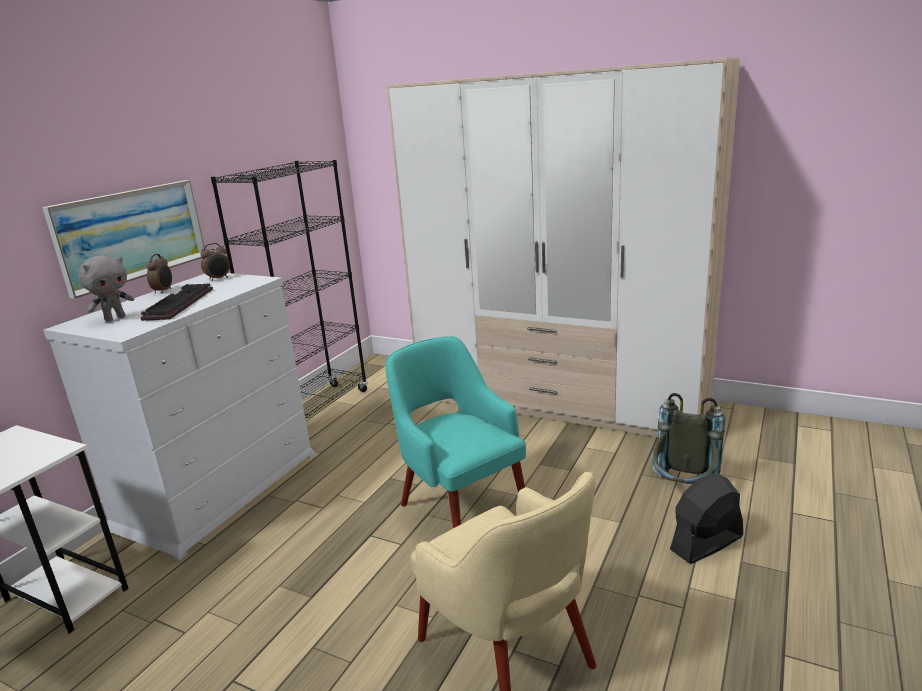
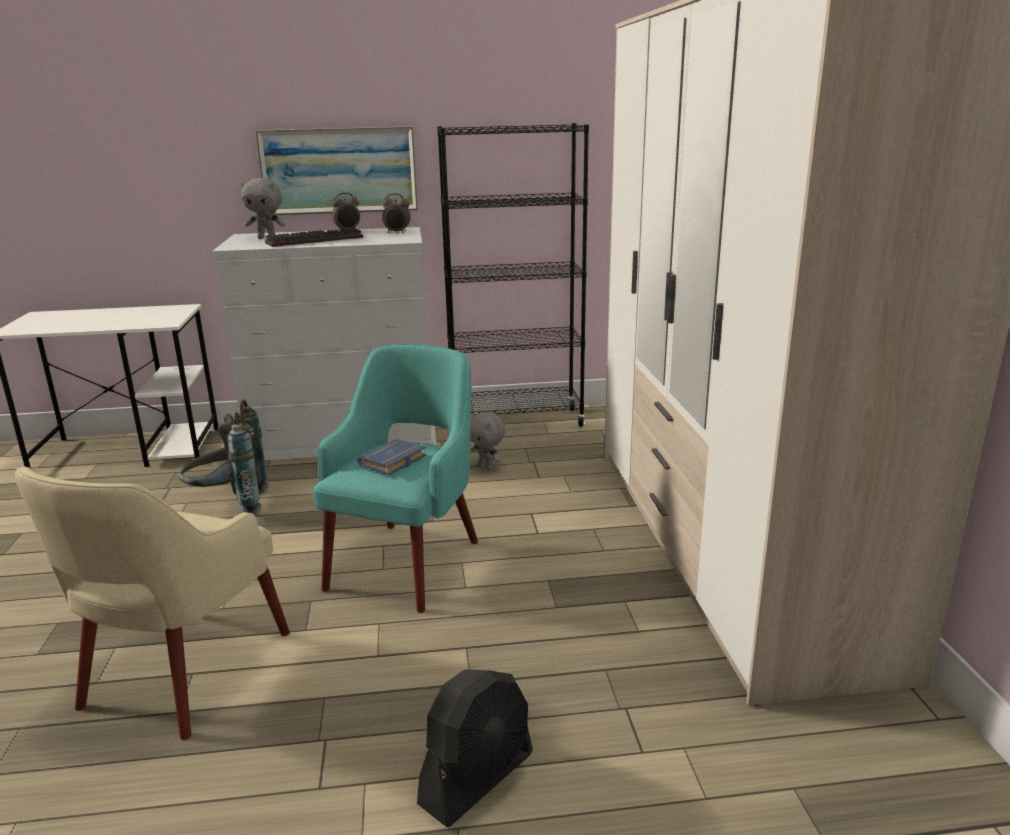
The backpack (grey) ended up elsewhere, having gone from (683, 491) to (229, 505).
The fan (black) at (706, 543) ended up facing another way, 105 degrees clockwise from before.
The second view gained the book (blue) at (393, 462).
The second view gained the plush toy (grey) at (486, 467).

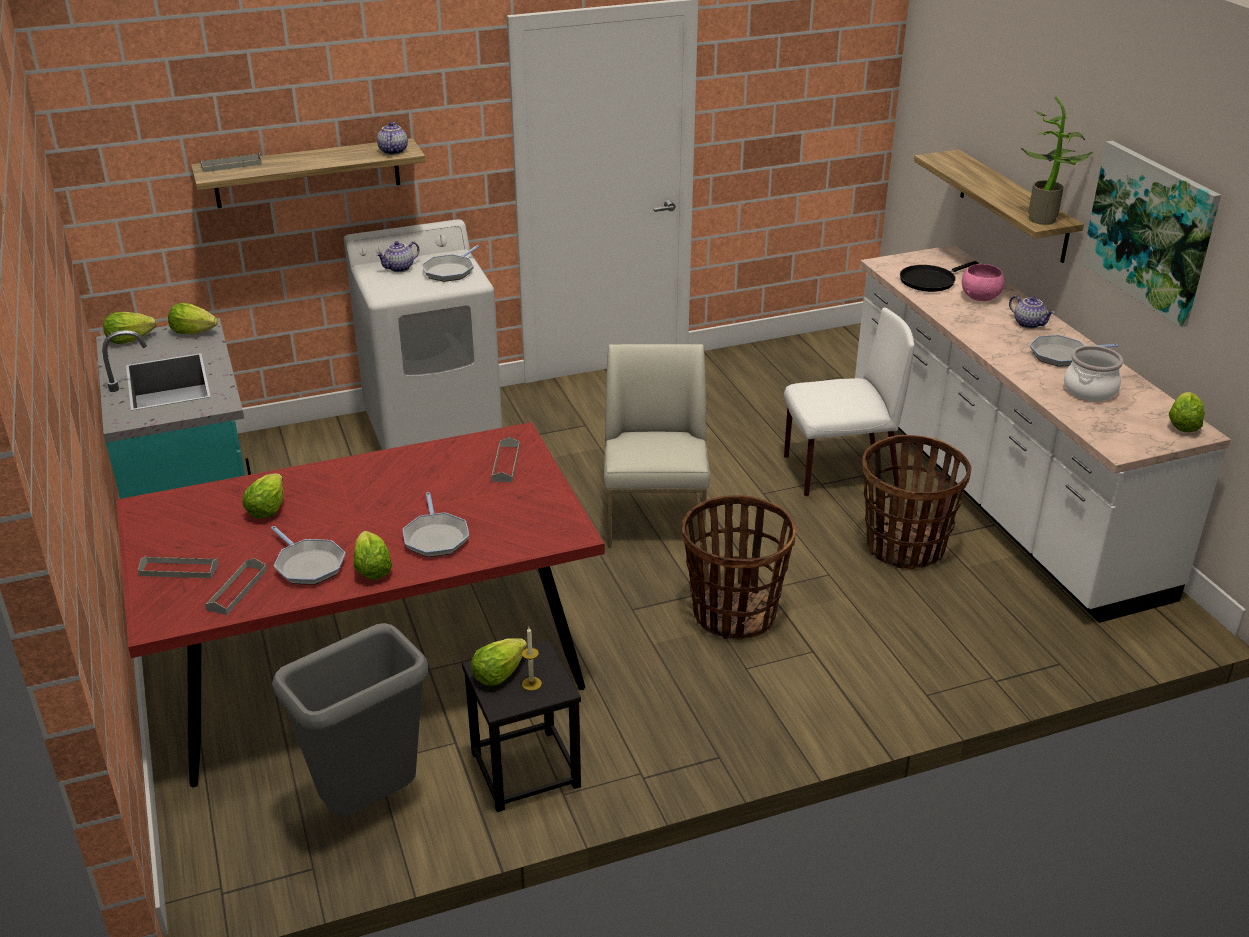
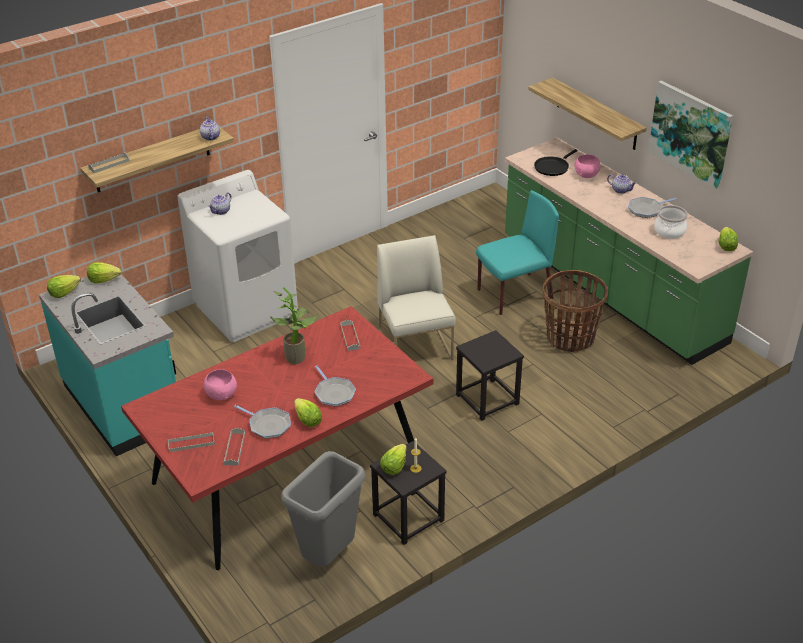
Where the lettuce stood at (267, 509), the bowl (pink) came to stand at (221, 394).
The second view lost the frying pan at (450, 271).
Where the basket stood at (733, 614), the stool (black) came to stand at (487, 400).
What was the chair (white) at (838, 472) turned into the chair (turquoise) at (514, 294).
What was the counter (white) at (995, 490) turned into the counter (green) at (609, 290).
The potted plant ended up elsewhere, having gone from (1045, 218) to (297, 356).

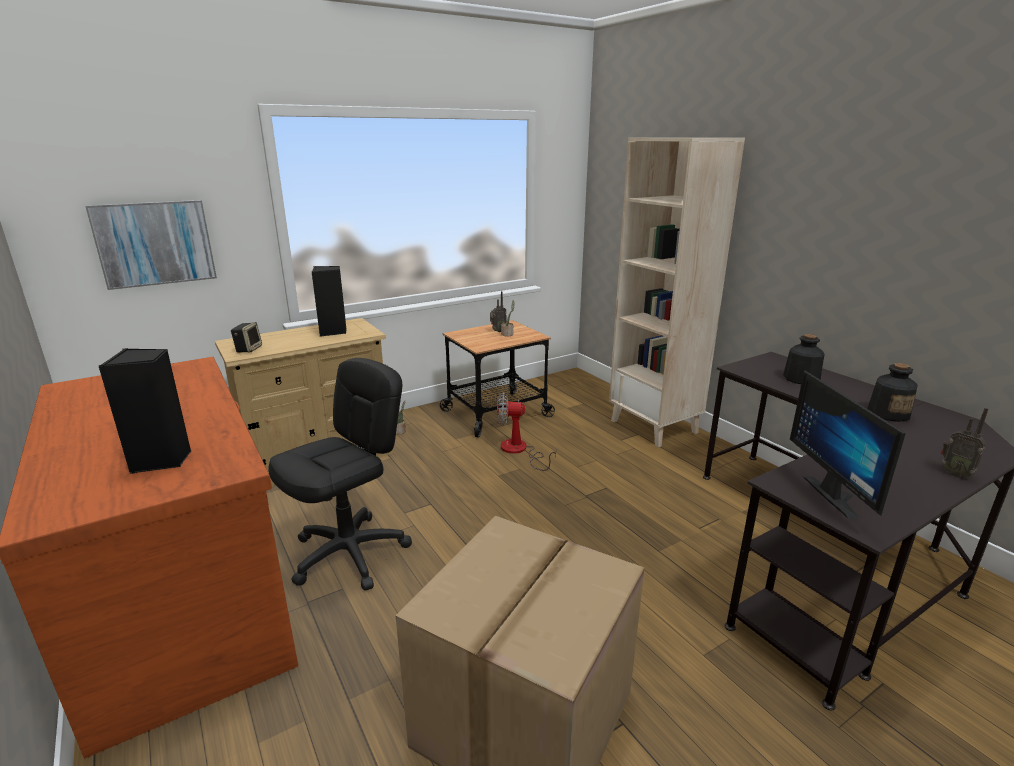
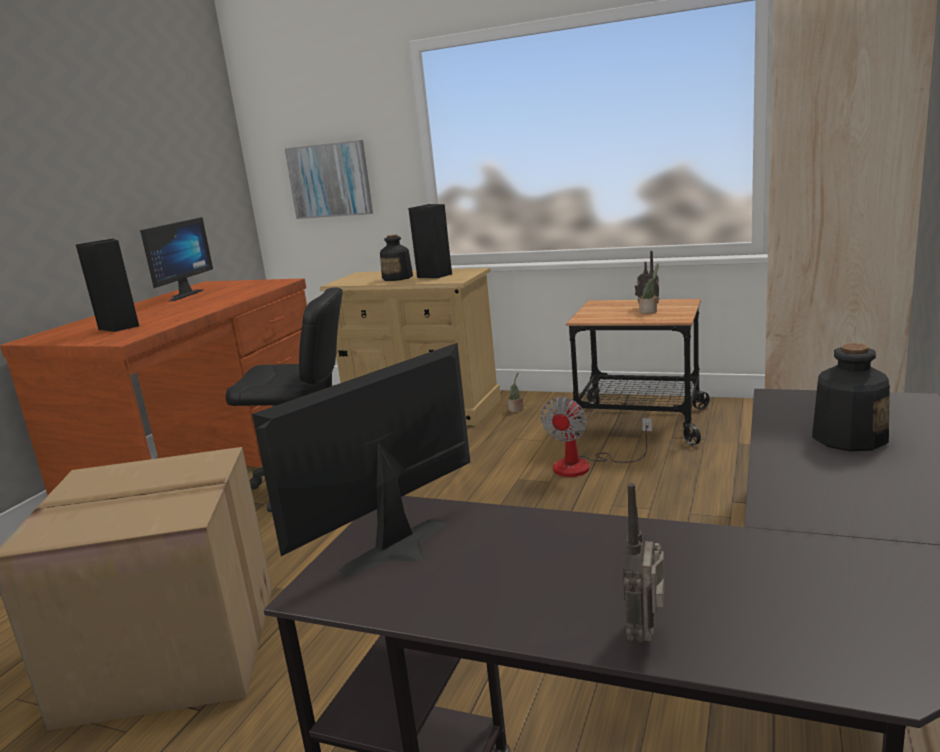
The second view lost the speaker at (248, 349).
The fan at (519, 451) ended up facing another way, 120 degrees counterclockwise from before.
The bottle ended up elsewhere, having gone from (888, 413) to (398, 278).
The second view gained the monitor at (181, 296).

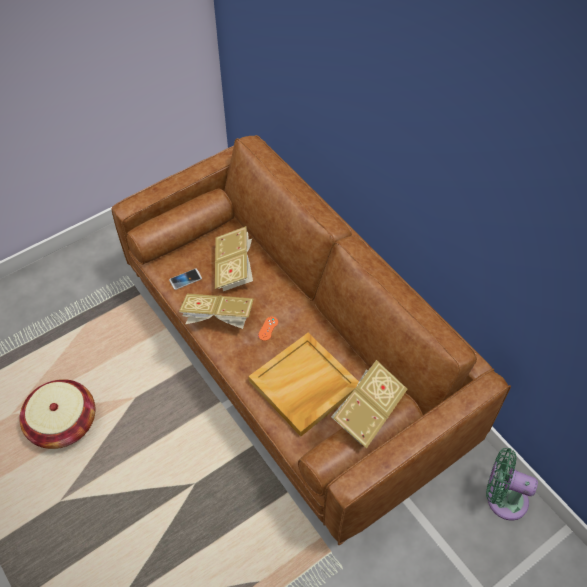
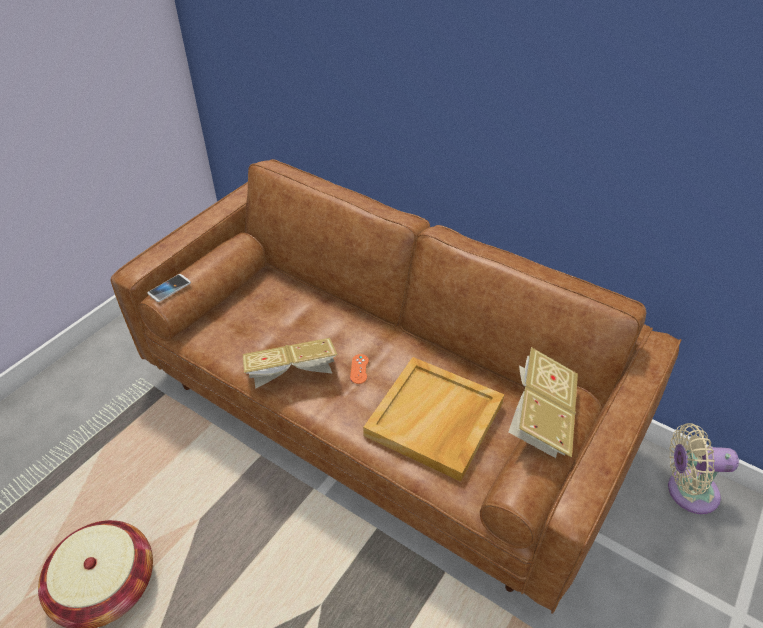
The phone ended up elsewhere, having gone from (185, 279) to (169, 288).
The second view lost the book at (234, 269).
What was the fan (green) at (502, 498) turned into the fan (beige) at (687, 491).

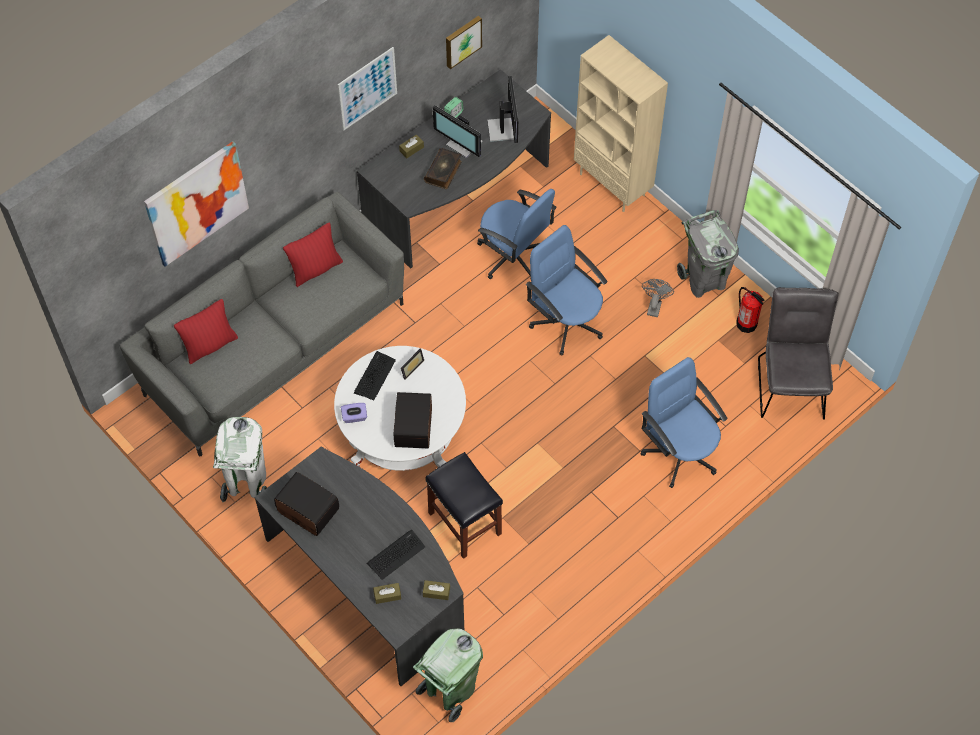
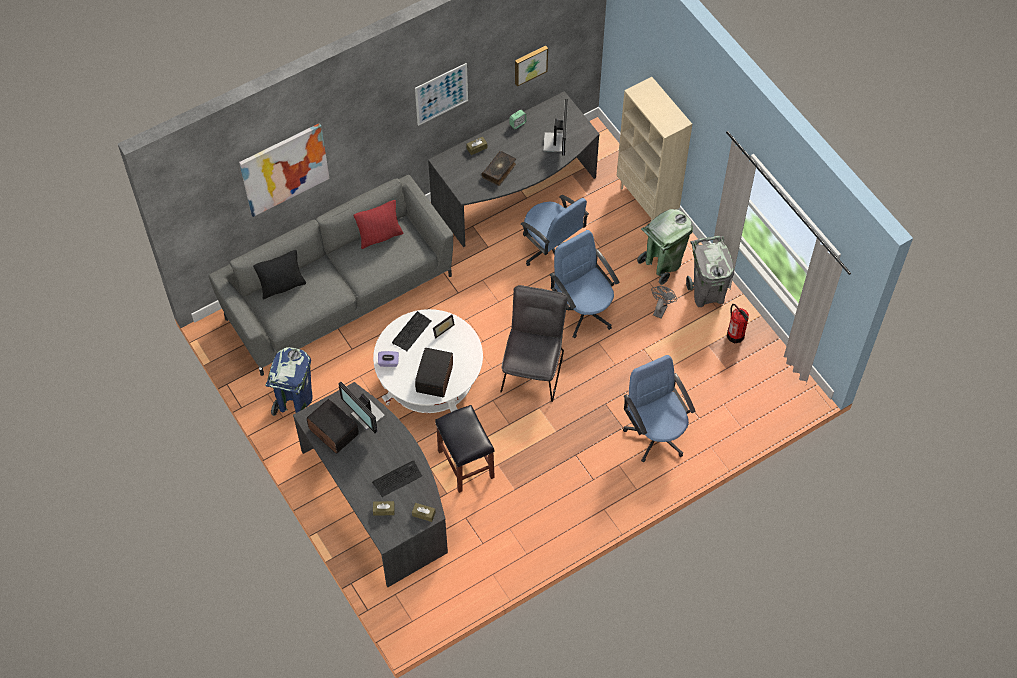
What was the pillow (red) at (210, 345) turned into the pillow (black) at (282, 286).
What was the trash can (white) at (247, 483) turned into the trash can (blue) at (295, 403).
The trash can (green) ended up elsewhere, having gone from (450, 691) to (662, 264).
The monitor ended up elsewhere, having gone from (463, 145) to (367, 416).
The chair (grey) ended up elsewhere, having gone from (790, 382) to (533, 367).

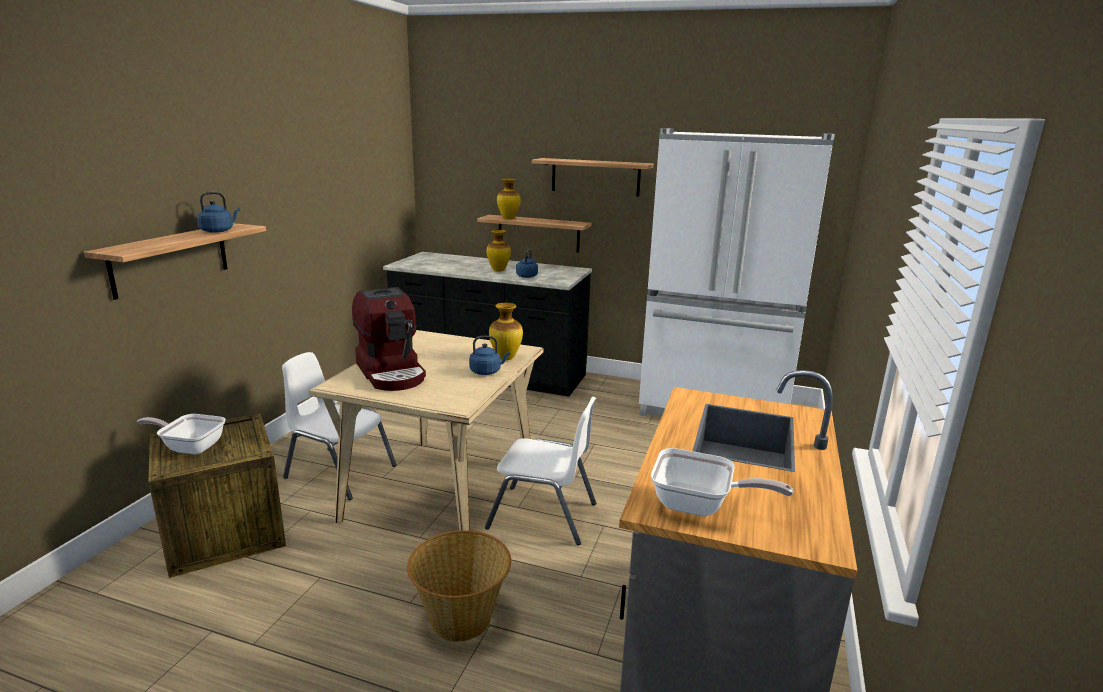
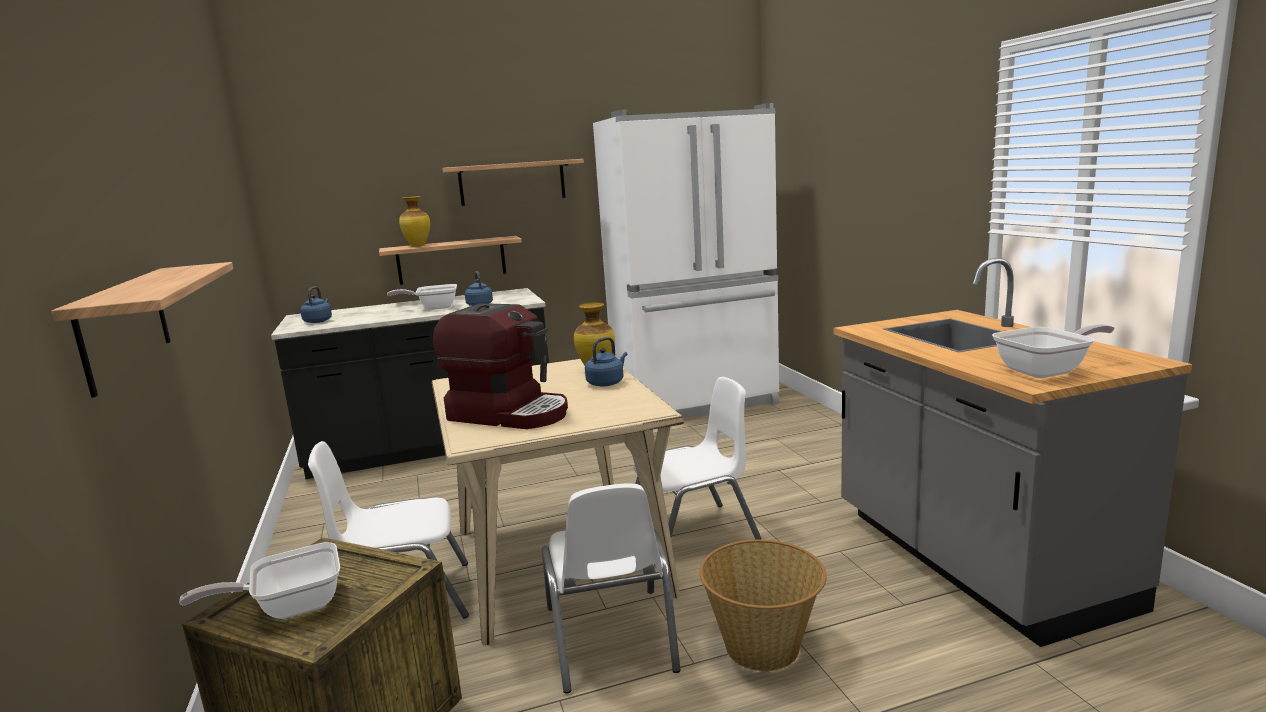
The kettle (blue) ended up elsewhere, having gone from (218, 231) to (318, 321).
Where the vase stood at (498, 270), the frying pan came to stand at (434, 308).
The second view gained the chair (white) at (610, 638).

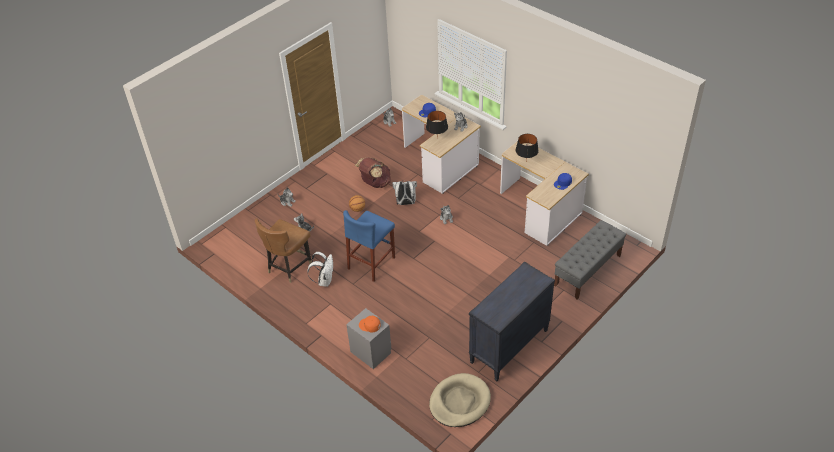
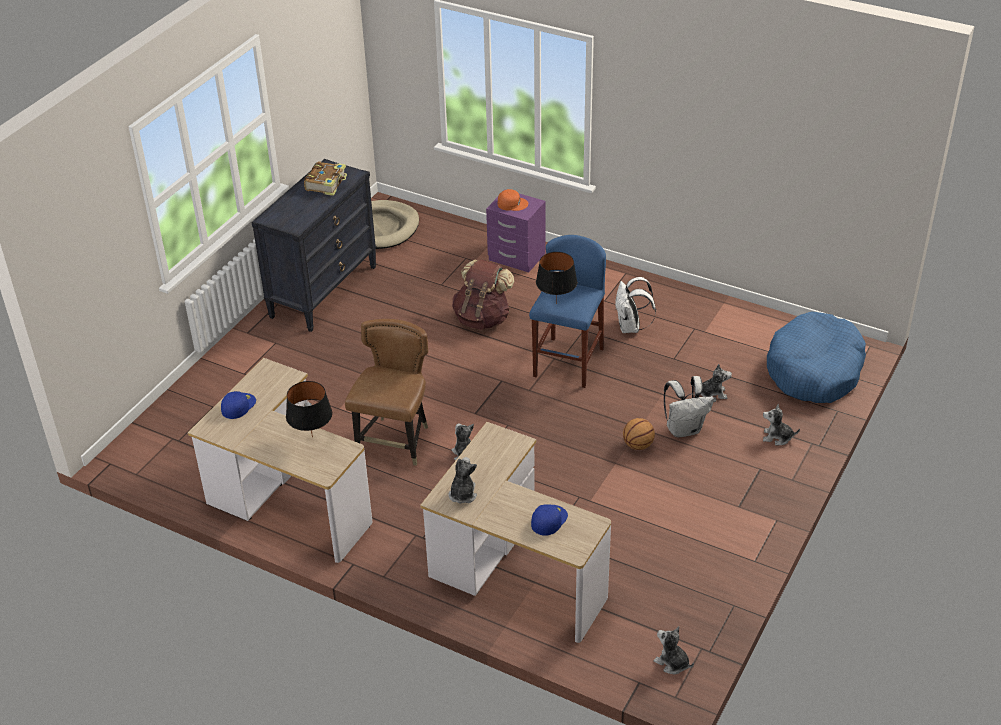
The chair (brown) ended up elsewhere, having gone from (288, 267) to (395, 442).
What was the nightstand (grey) at (371, 352) turned into the nightstand (purple) at (516, 257).
The backpack (brown) ended up elsewhere, having gone from (375, 183) to (482, 318).
The backpack (white) ended up elsewhere, having gone from (405, 203) to (684, 429).
The table lamp (black) ended up elsewhere, having gone from (437, 138) to (556, 303).
The second view lost the bench (grey) at (587, 270).
The second view gained the book at (327, 183).
The second view gained the dog bed (blue) at (814, 370).

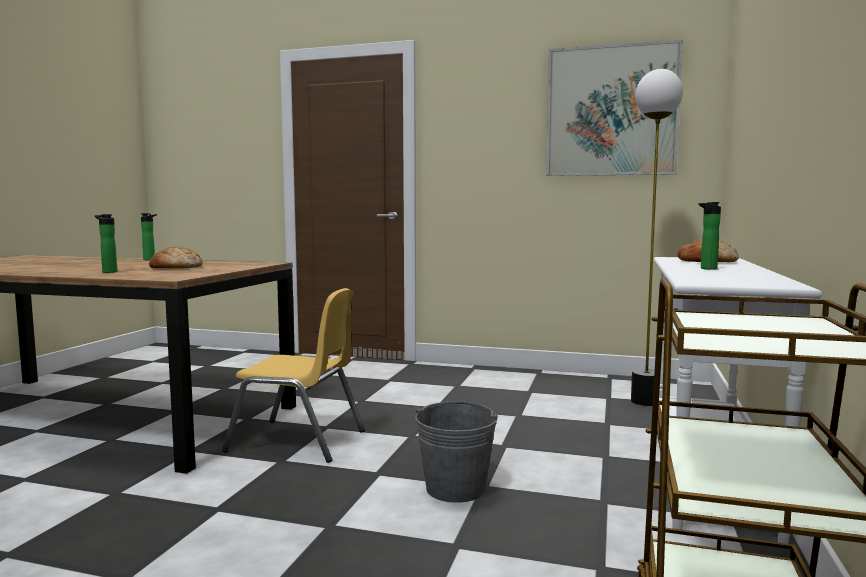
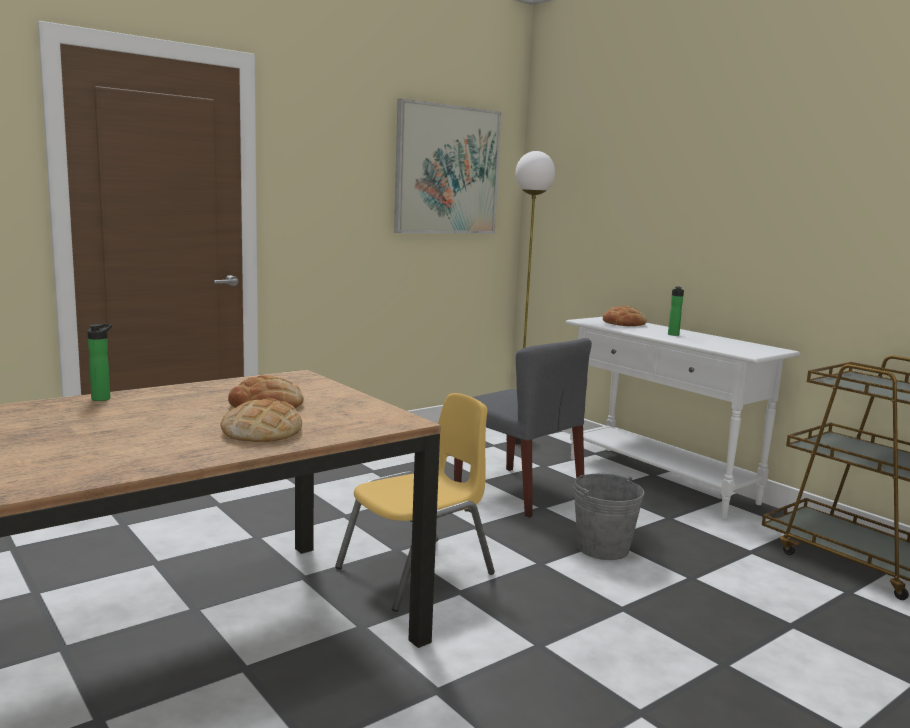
Where the bottle stood at (108, 272), the bread came to stand at (262, 432).
The second view gained the chair (grey) at (519, 491).

